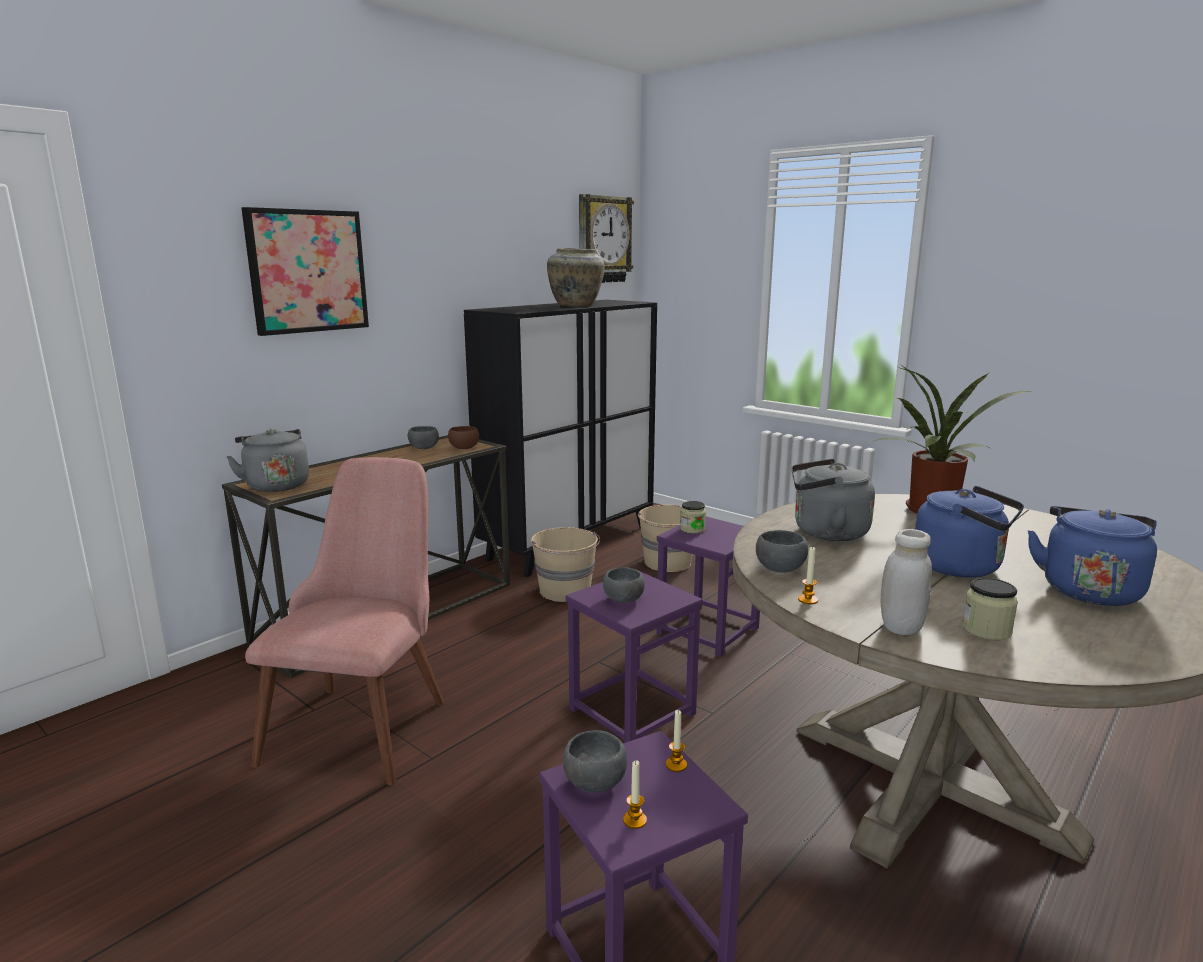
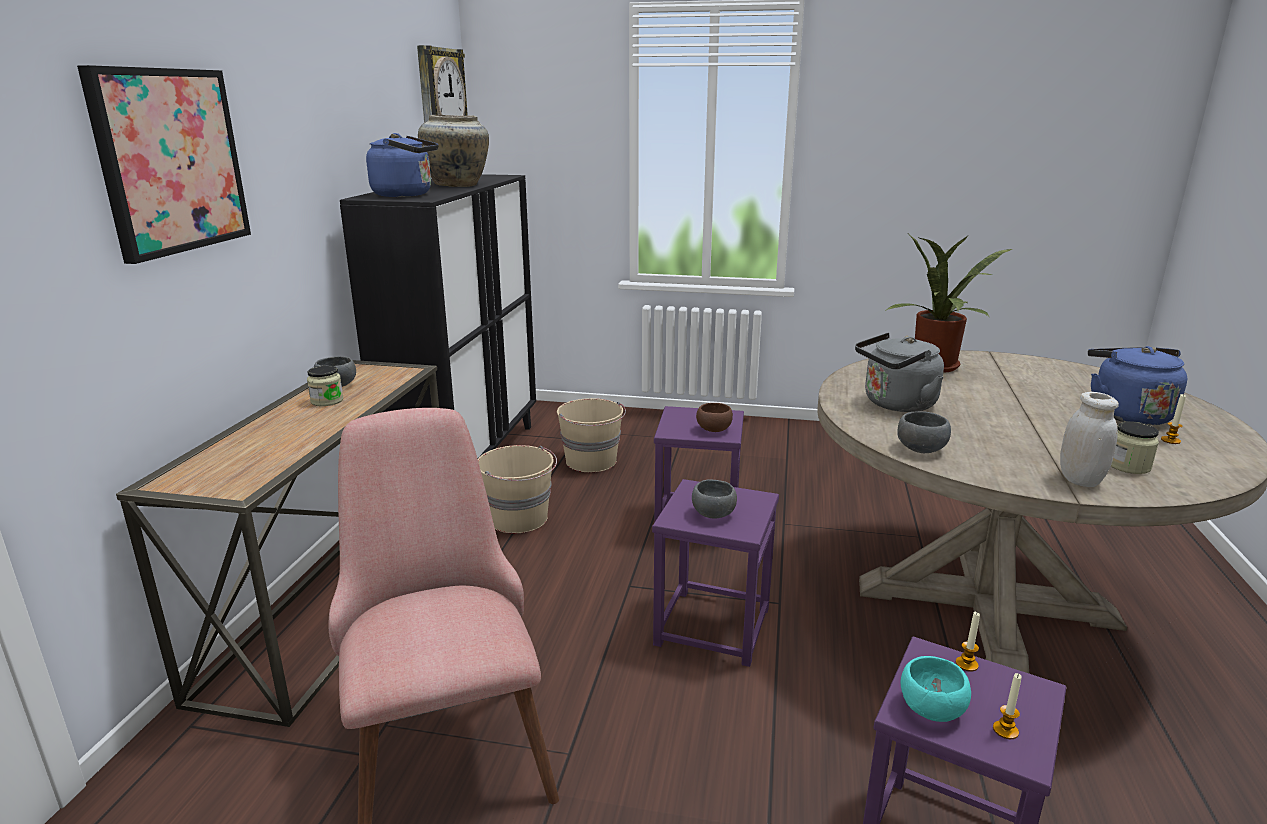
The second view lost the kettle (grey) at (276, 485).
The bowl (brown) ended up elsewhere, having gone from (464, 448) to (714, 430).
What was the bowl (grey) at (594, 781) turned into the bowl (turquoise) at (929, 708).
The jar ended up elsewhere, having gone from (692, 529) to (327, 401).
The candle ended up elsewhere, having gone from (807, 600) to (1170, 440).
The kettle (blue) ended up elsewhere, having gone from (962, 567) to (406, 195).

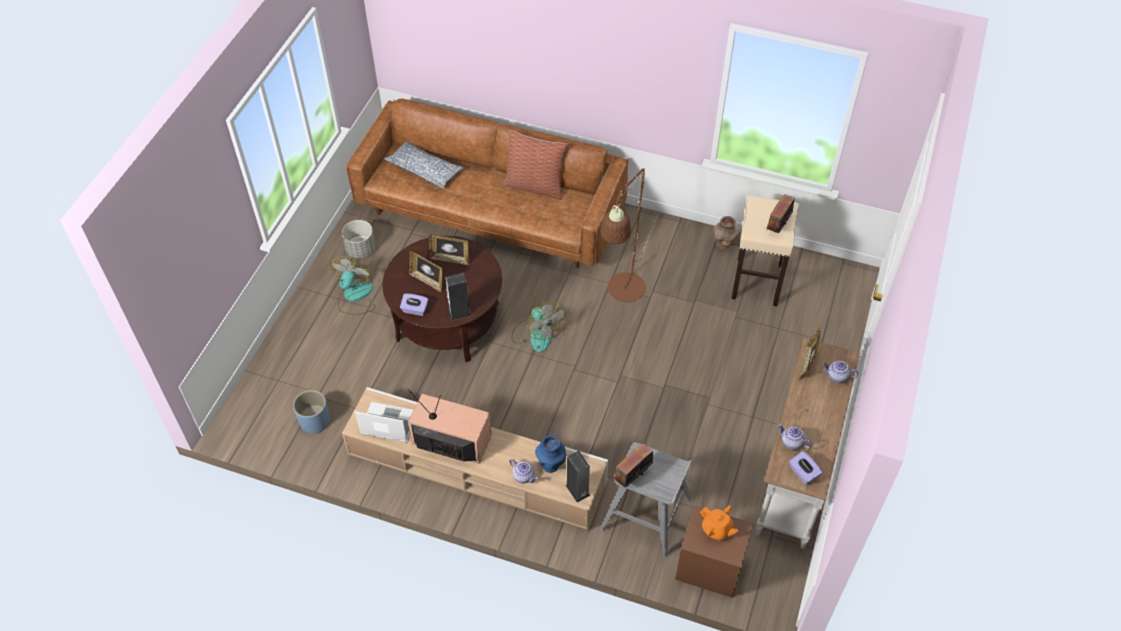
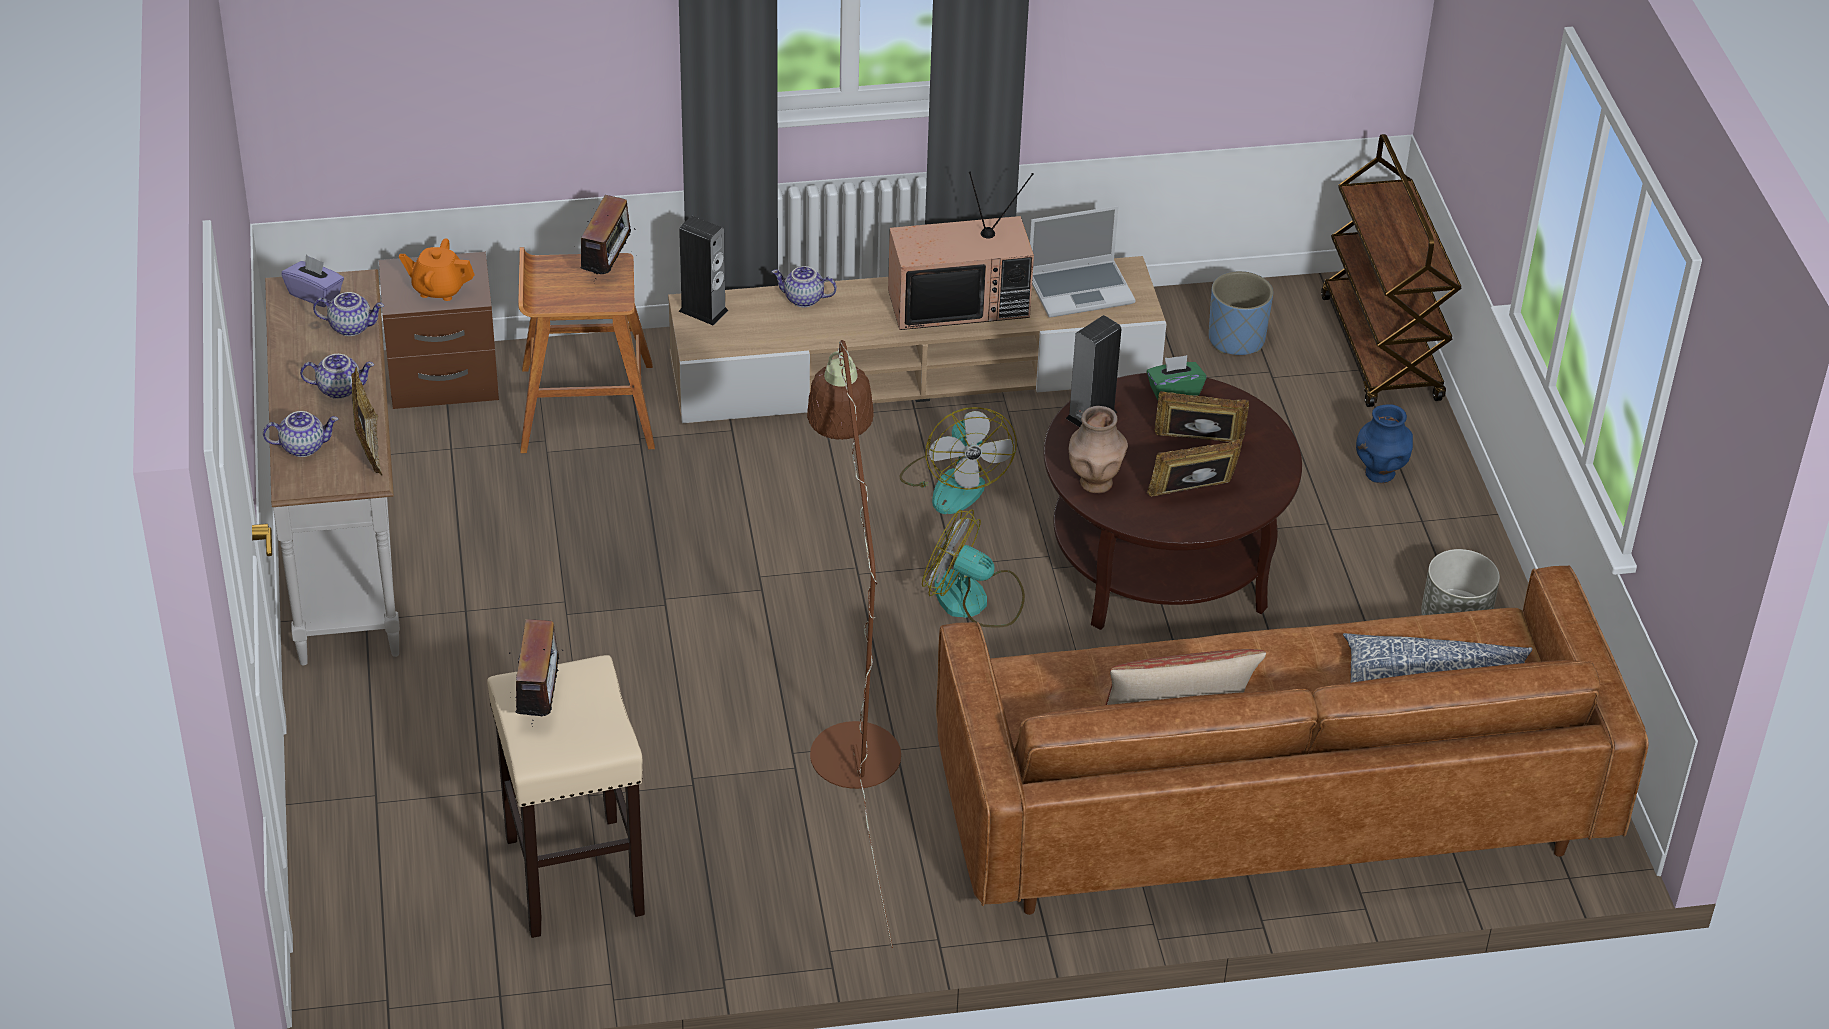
The fan ended up elsewhere, having gone from (355, 297) to (954, 482).
What was the tissue box (purple) at (415, 310) turned into the tissue box (green) at (1174, 391).
The vase (blue) ended up elsewhere, having gone from (551, 465) to (1379, 474).
What was the stool (grey) at (646, 515) turned into the stool (brown) at (585, 407).
The vase (brown) ended up elsewhere, having gone from (723, 245) to (1095, 483).
The second view gained the teapot at (340, 388).
The second view gained the cart (brown) at (1381, 350).

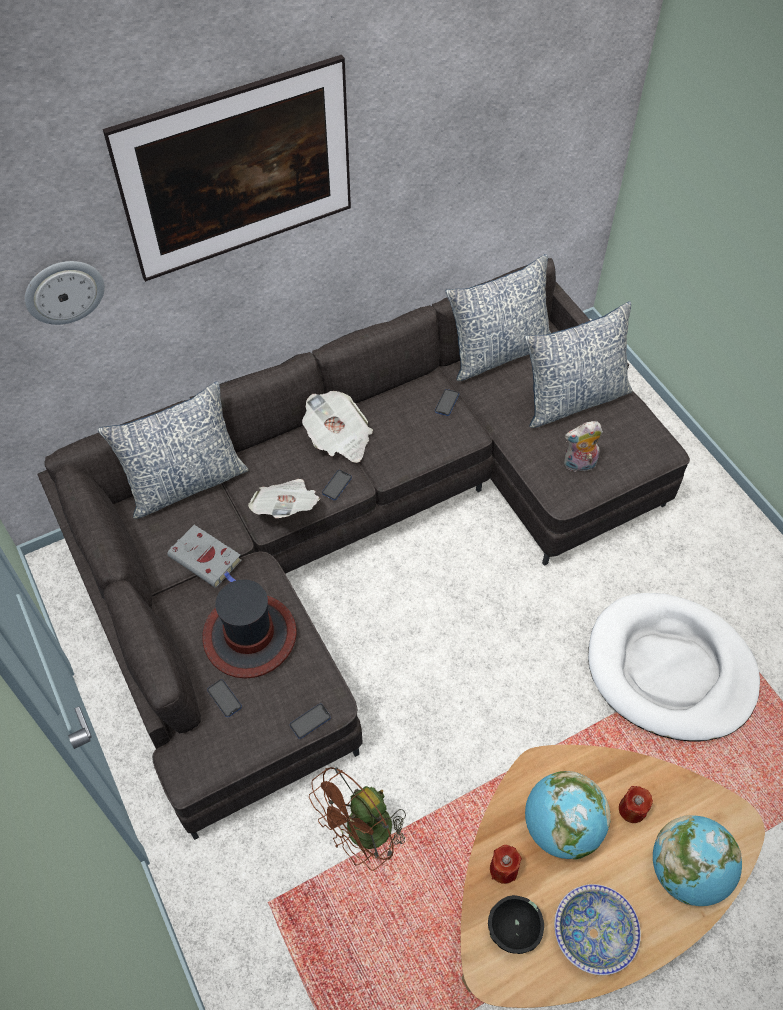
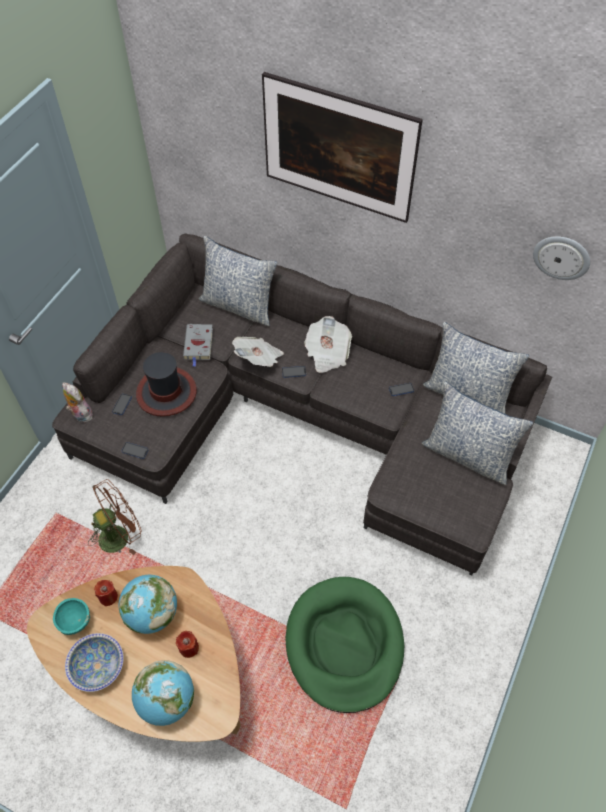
The wall clock ended up elsewhere, having gone from (64, 291) to (561, 257).
The fan (brown) at (362, 835) ended up facing another way, 135 degrees clockwise from before.
What was the bowl (black) at (513, 930) turned into the bowl (turquoise) at (75, 622).
The plush toy ended up elsewhere, having gone from (579, 465) to (80, 414).
What was the dog bed (white) at (669, 670) turned into the dog bed (green) at (344, 644).

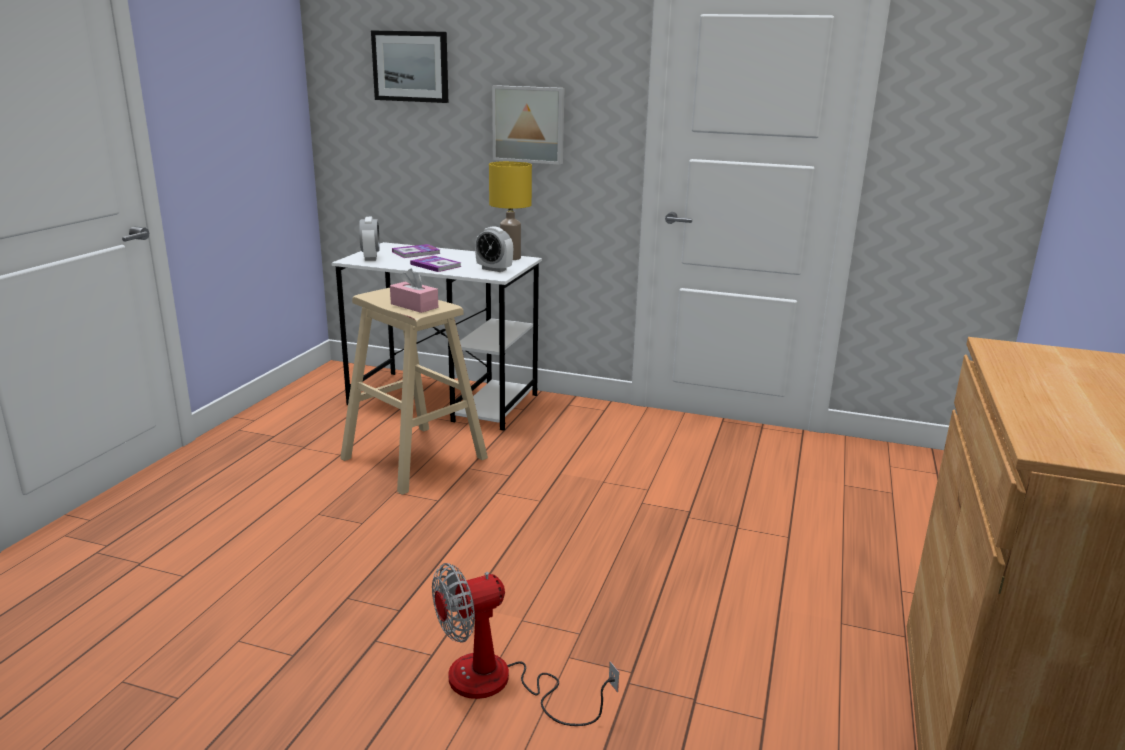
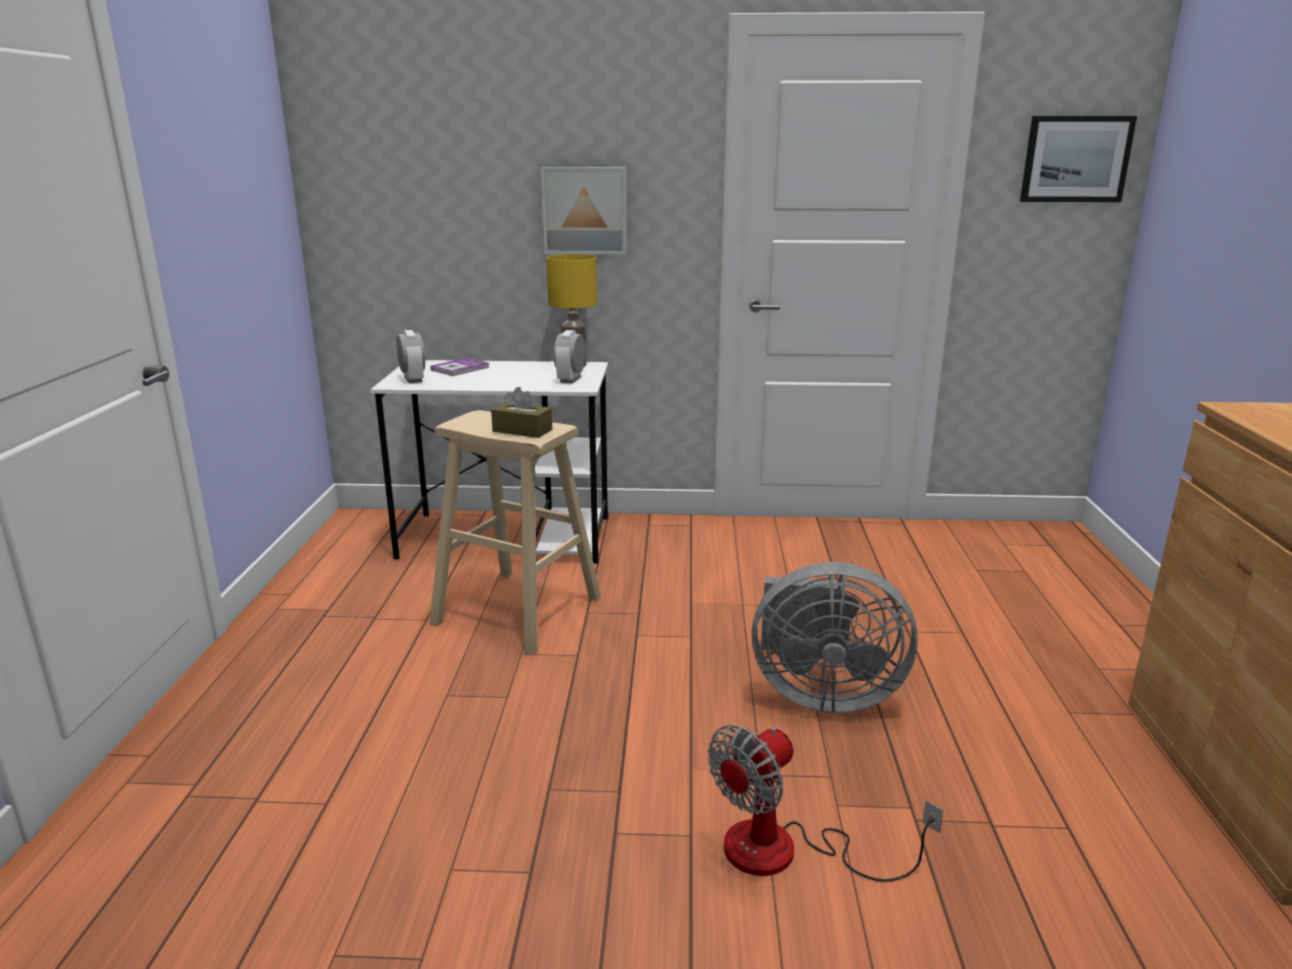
The picture ended up elsewhere, having gone from (411, 66) to (1075, 159).
What was the tissue box (pink) at (414, 306) turned into the tissue box (brown) at (522, 430).
The second view lost the book at (436, 265).
The alarm clock at (494, 269) ended up facing another way, 90 degrees clockwise from before.
The second view gained the fan (grey) at (821, 694).

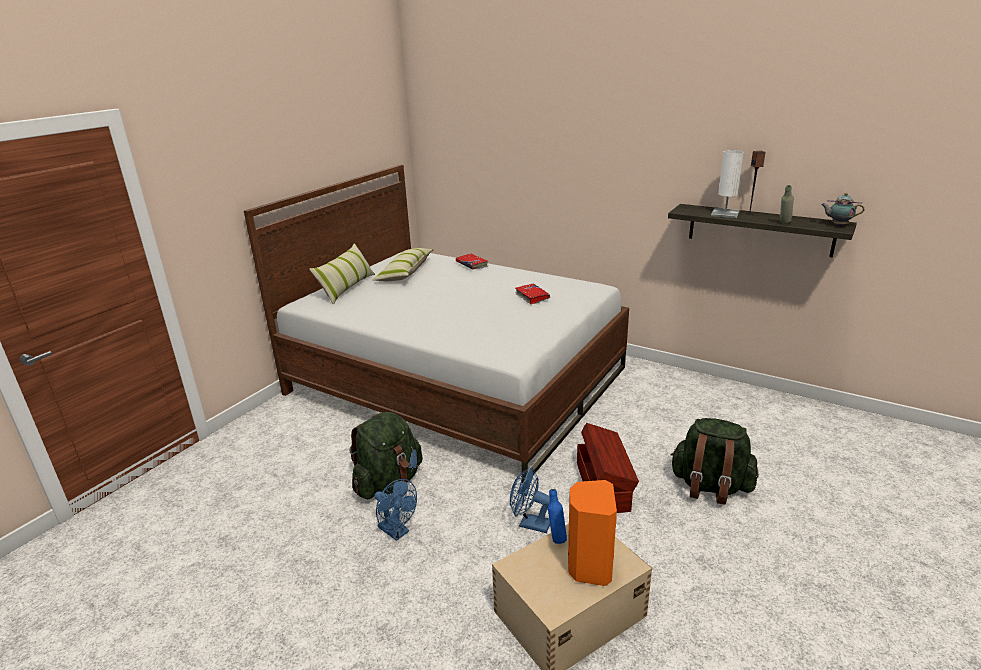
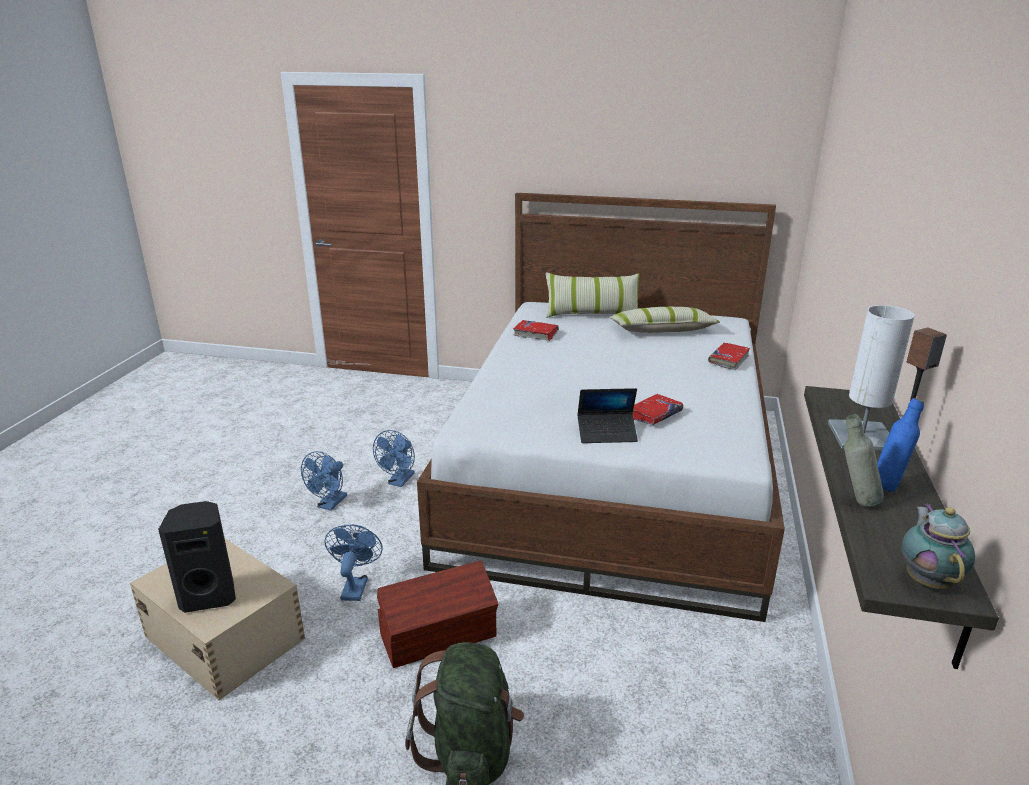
Where the backpack (green) stood at (389, 483), the fan (blue) came to stand at (399, 481).
The bottle (blue) ended up elsewhere, having gone from (556, 537) to (888, 485).
What was the speaker (orange) at (589, 567) turned into the speaker (black) at (209, 596).
The second view gained the book (red) at (536, 334).
The second view gained the laptop at (607, 433).

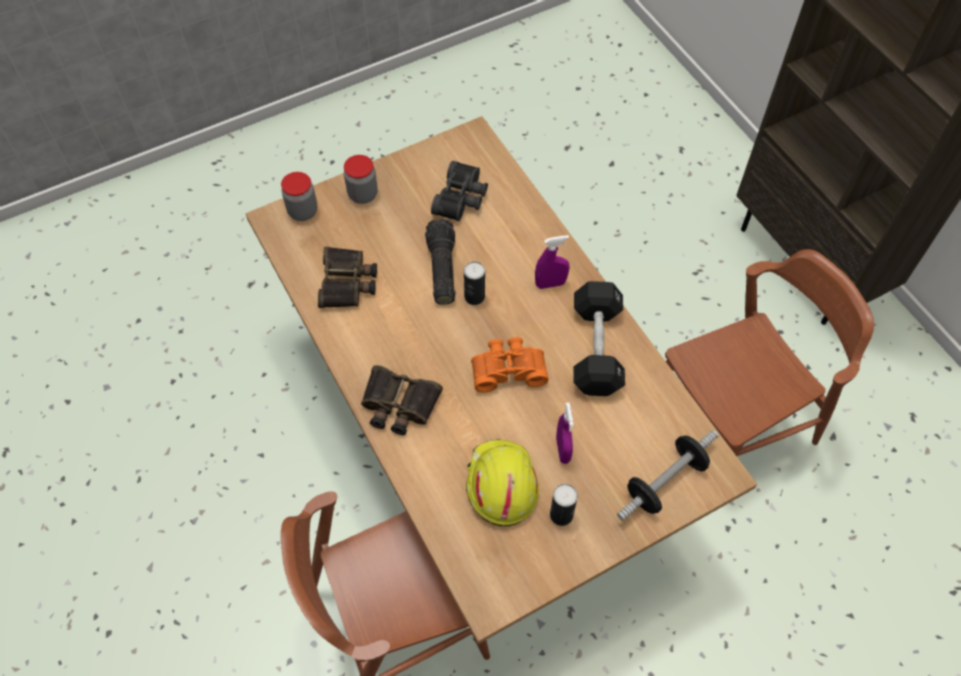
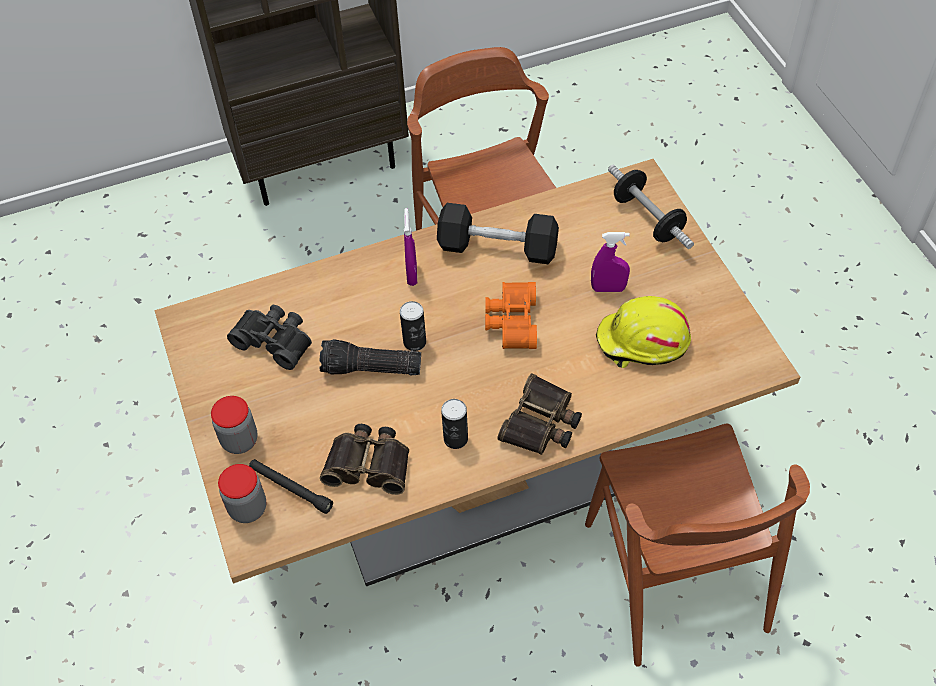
The can ended up elsewhere, having gone from (561, 514) to (455, 439).
The second view gained the flashlight (black) at (290, 488).

